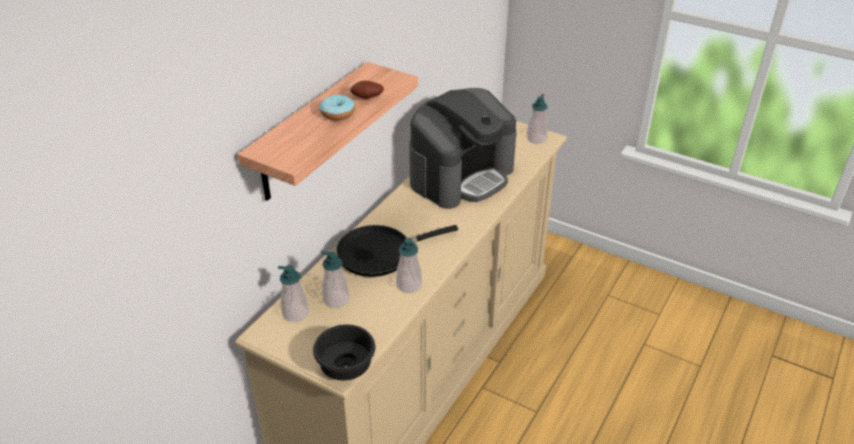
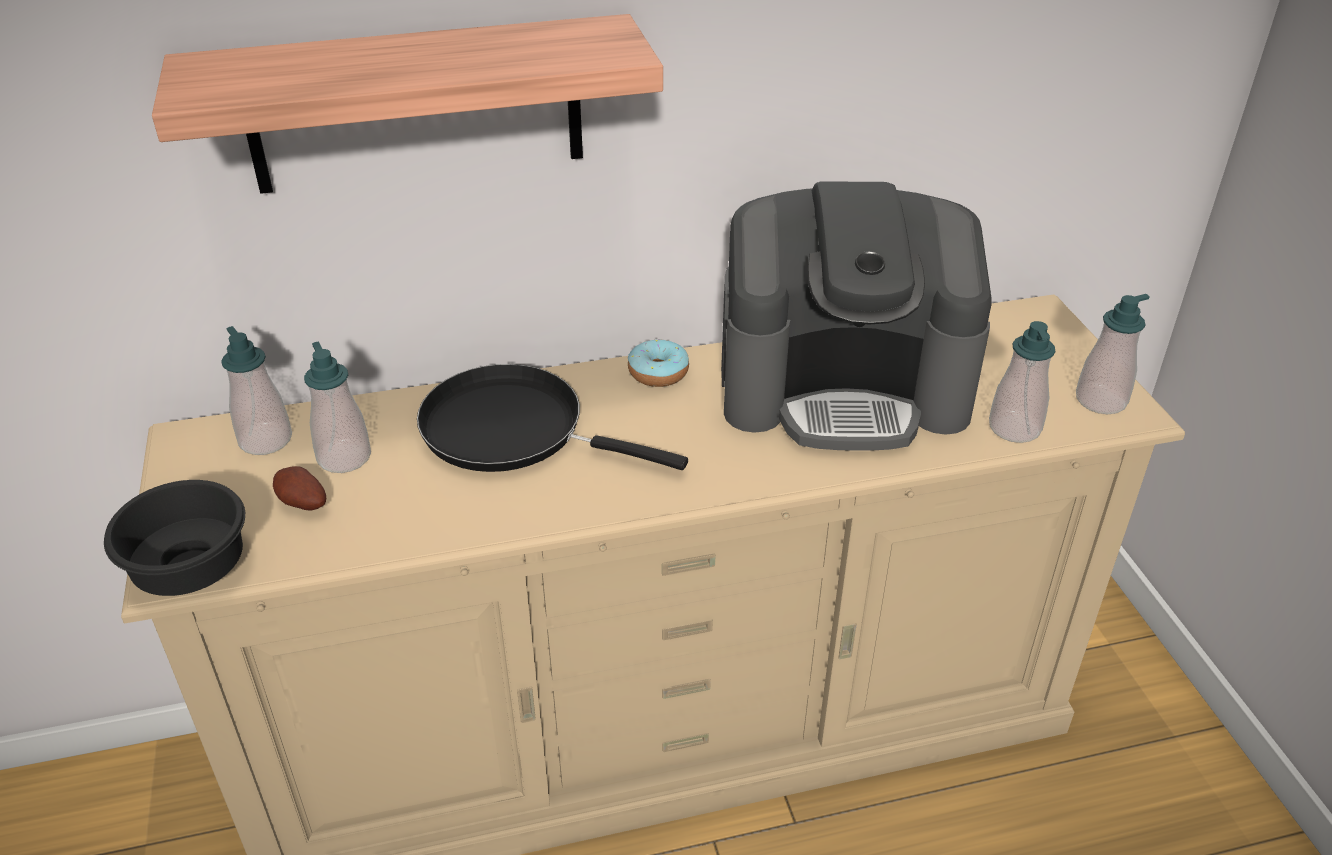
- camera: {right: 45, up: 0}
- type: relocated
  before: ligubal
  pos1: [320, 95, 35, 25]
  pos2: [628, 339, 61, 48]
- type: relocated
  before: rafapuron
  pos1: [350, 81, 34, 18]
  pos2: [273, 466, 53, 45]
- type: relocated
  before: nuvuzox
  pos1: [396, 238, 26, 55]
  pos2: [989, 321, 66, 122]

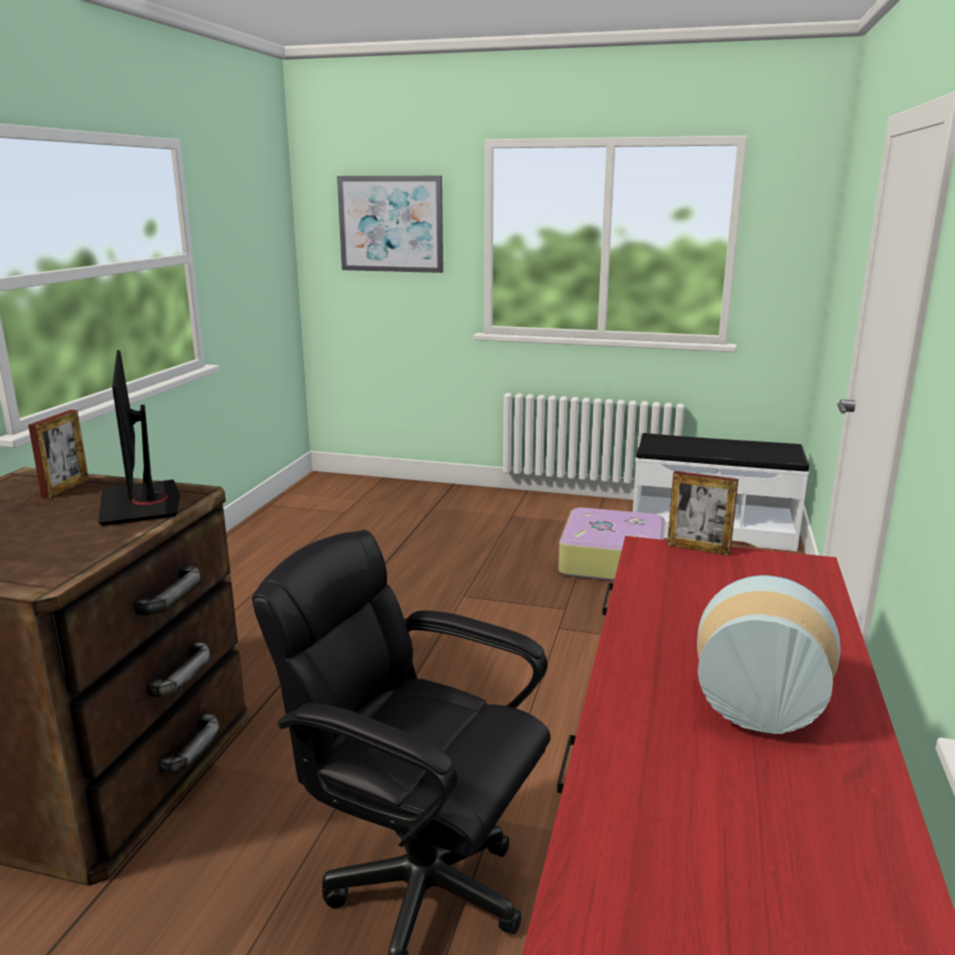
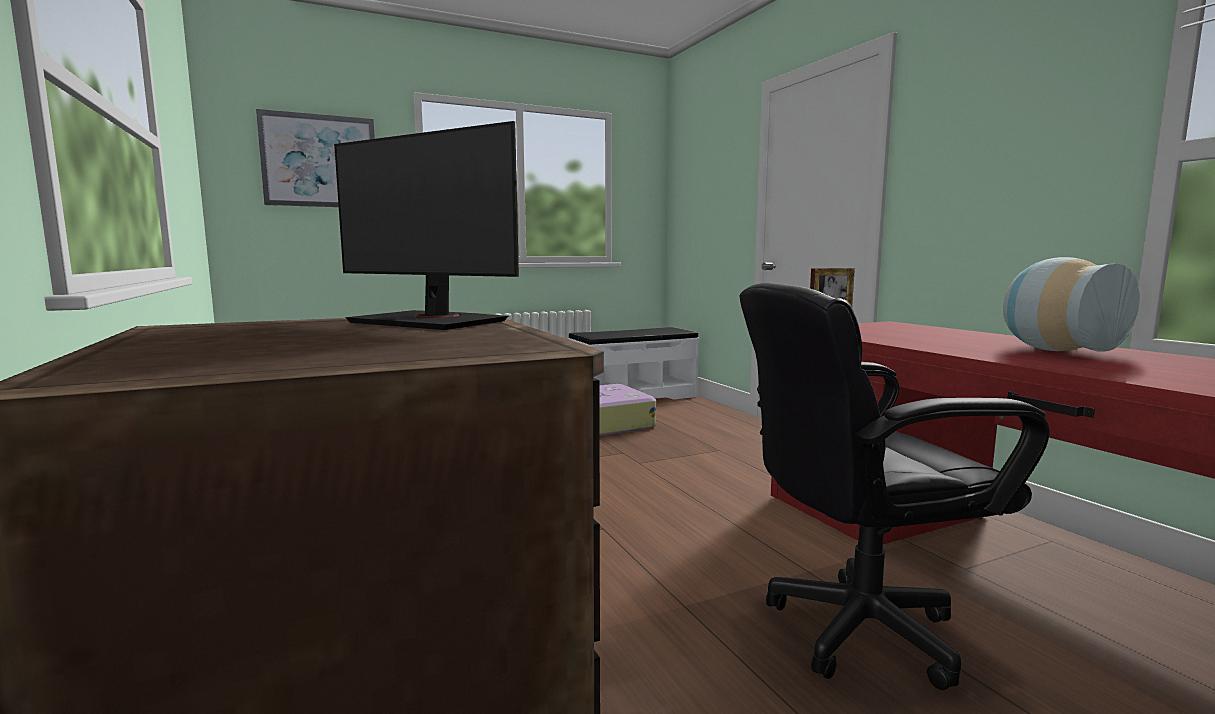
- camera: {right: -40, up: -10}
- type: missing
  before: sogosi
  pos1: [28, 410, 61, 89]

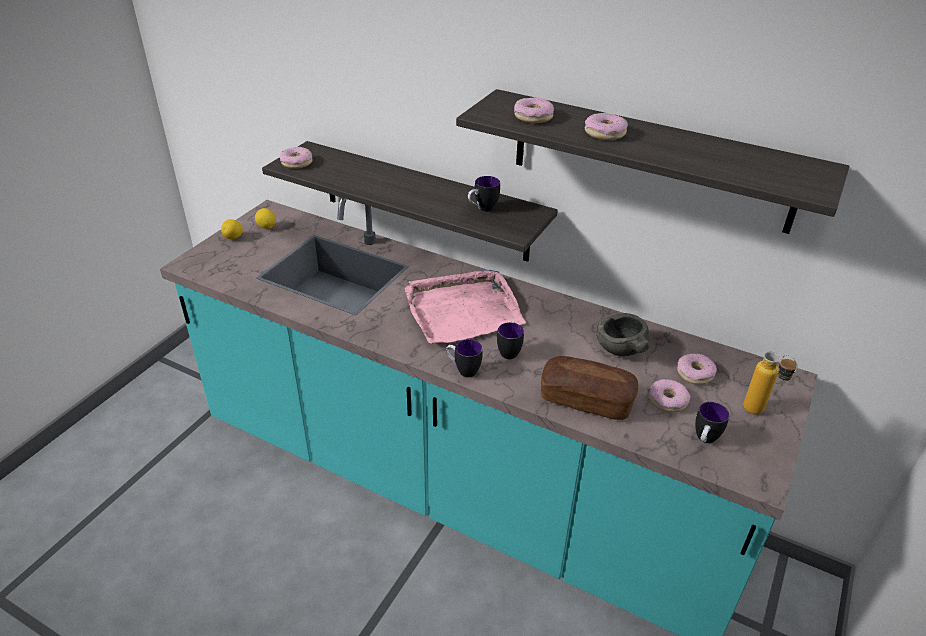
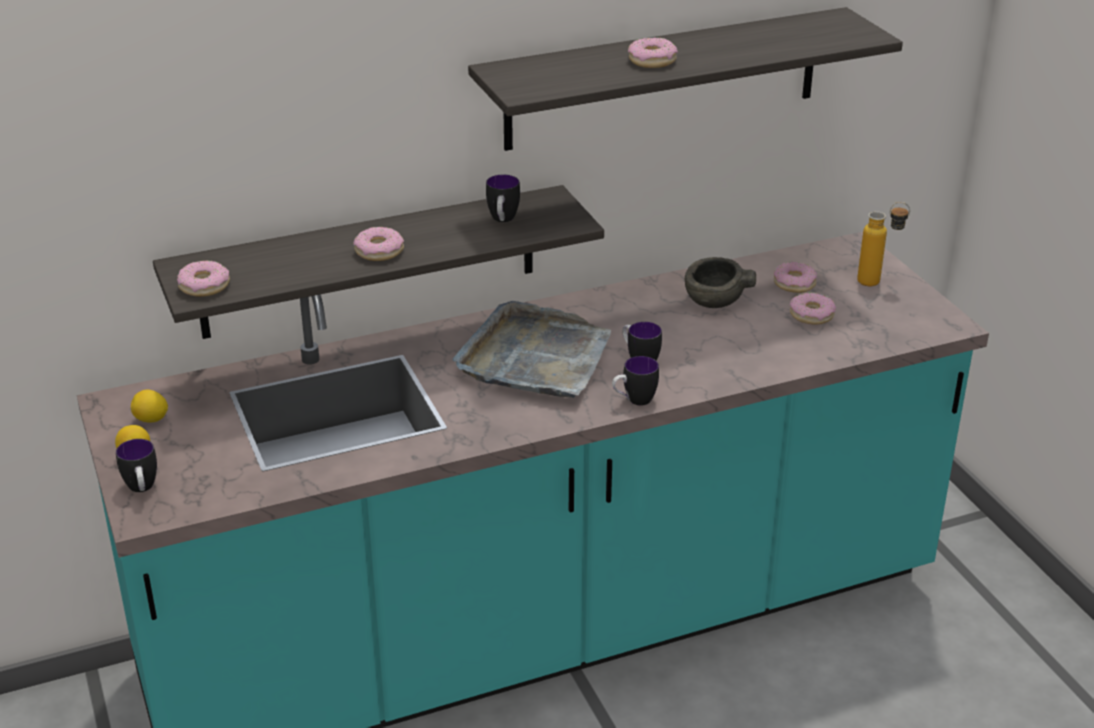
- camera: {right: -50, up: -5}
- type: missing
  before: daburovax
  pos1: [541, 356, 97, 64]
- type: relocated
  before: ligubal
  pos1: [514, 97, 40, 26]
  pos2: [353, 227, 51, 34]
- type: relocated
  before: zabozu
  pos1: [695, 402, 34, 41]
  pos2: [116, 439, 41, 53]
- type: colour
  before: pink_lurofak
  after: grey_lurofak
  pos1: [405, 269, 121, 75]
  pos2: [452, 301, 159, 97]

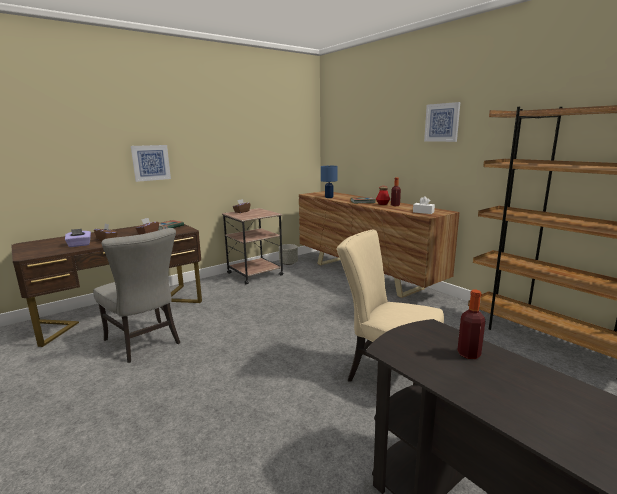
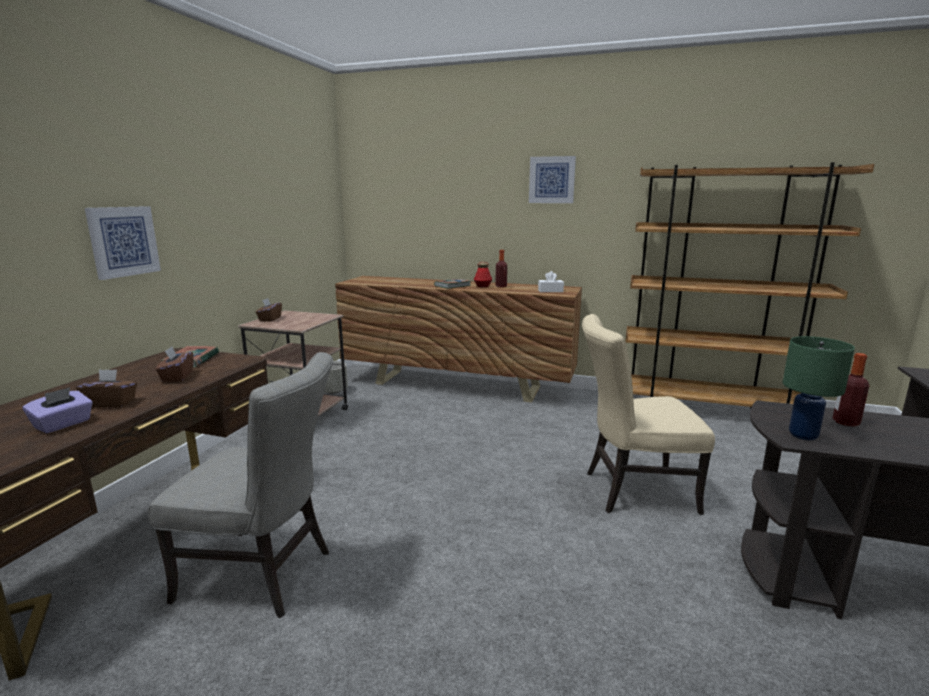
- camera: {right: -35, up: 0}
- type: missing
  before: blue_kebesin
  pos1: [321, 166, 17, 32]
- type: appeared
  after: green_kebesin
  pos2: [782, 336, 73, 104]

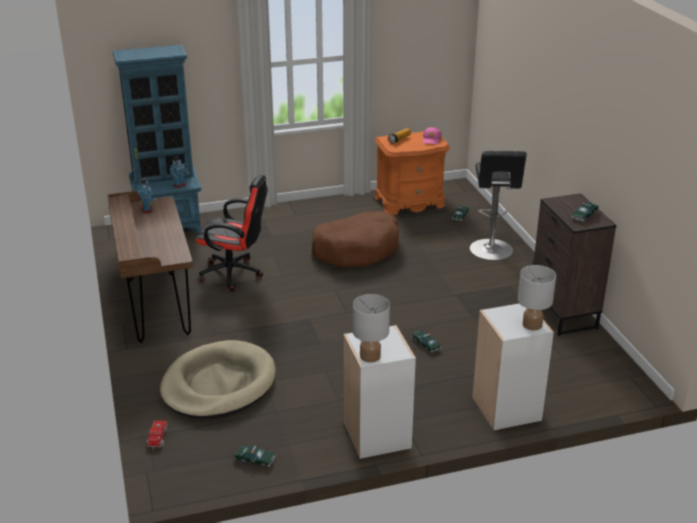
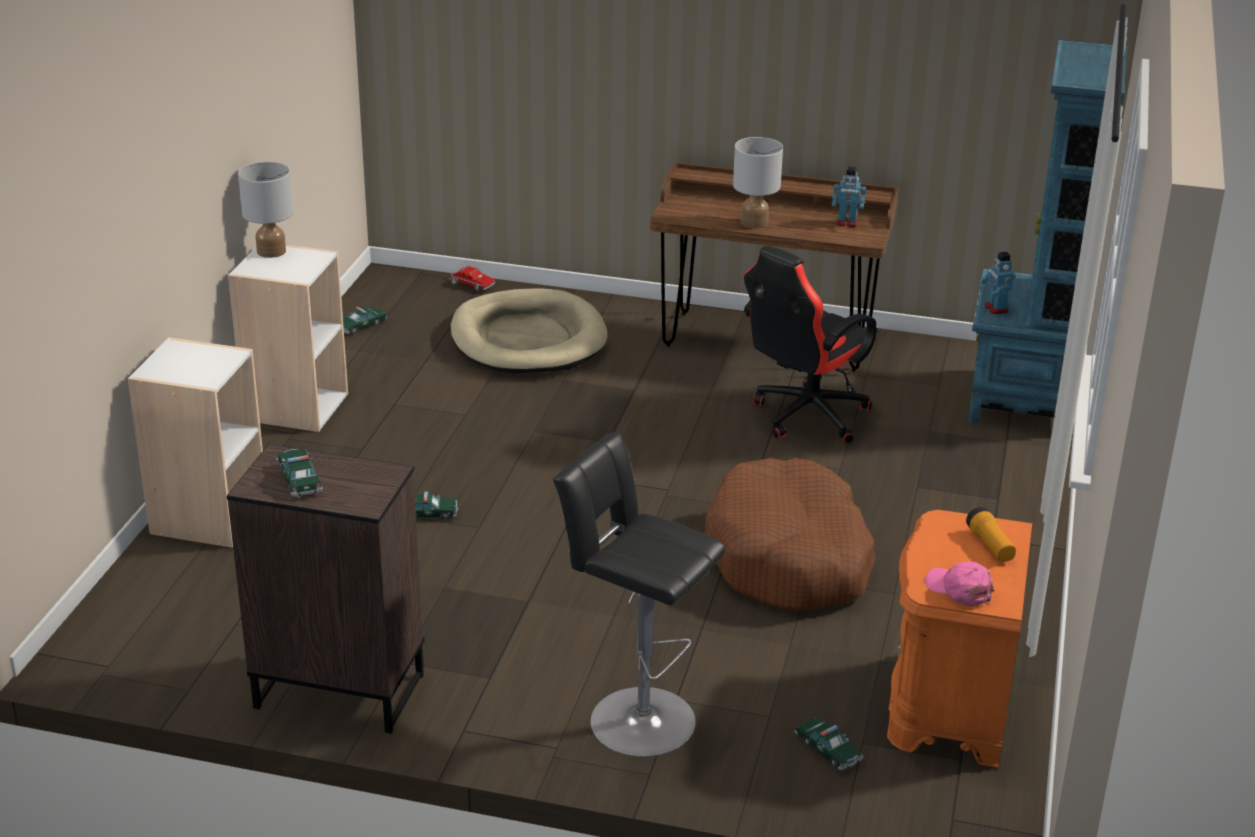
- camera: {right: 120, up: 0}
- type: relocated
  before: grey_kebesin
  pos1: [518, 265, 38, 65]
  pos2: [733, 137, 50, 91]

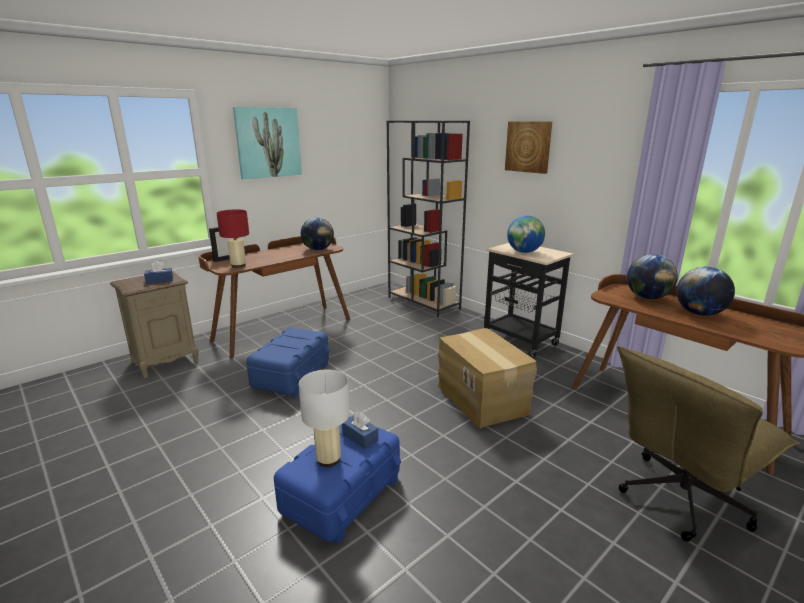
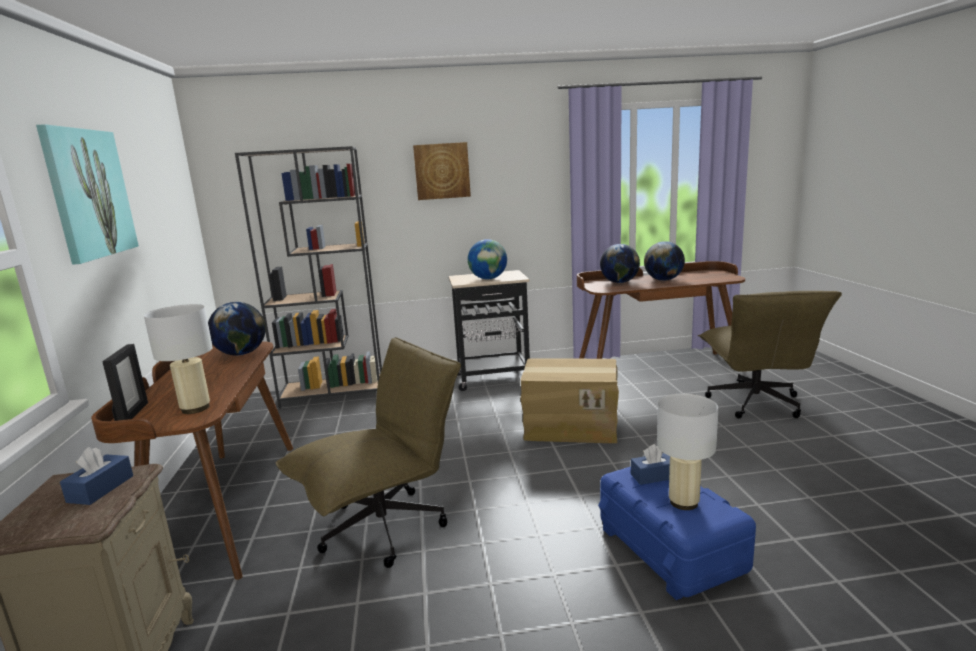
- camera: {right: -55, up: -5}
- type: exchanged
  before: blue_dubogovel
  after: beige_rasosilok
  pos1: [246, 328, 84, 69]
  pos2: [276, 337, 185, 231]
- type: colour
  before: red_kebesin
  after: white_kebesin
  pos1: [217, 210, 32, 58]
  pos2: [144, 304, 69, 110]

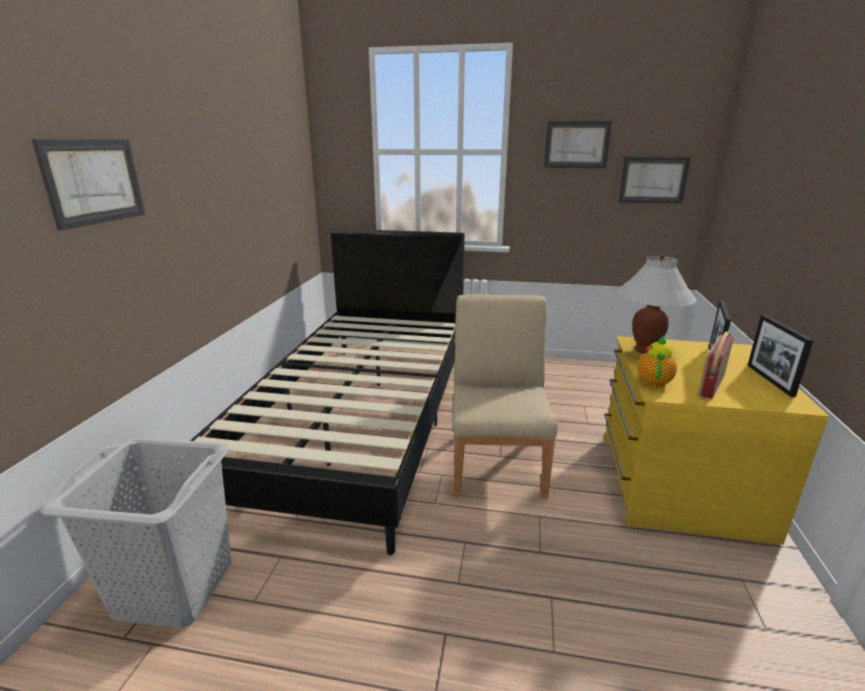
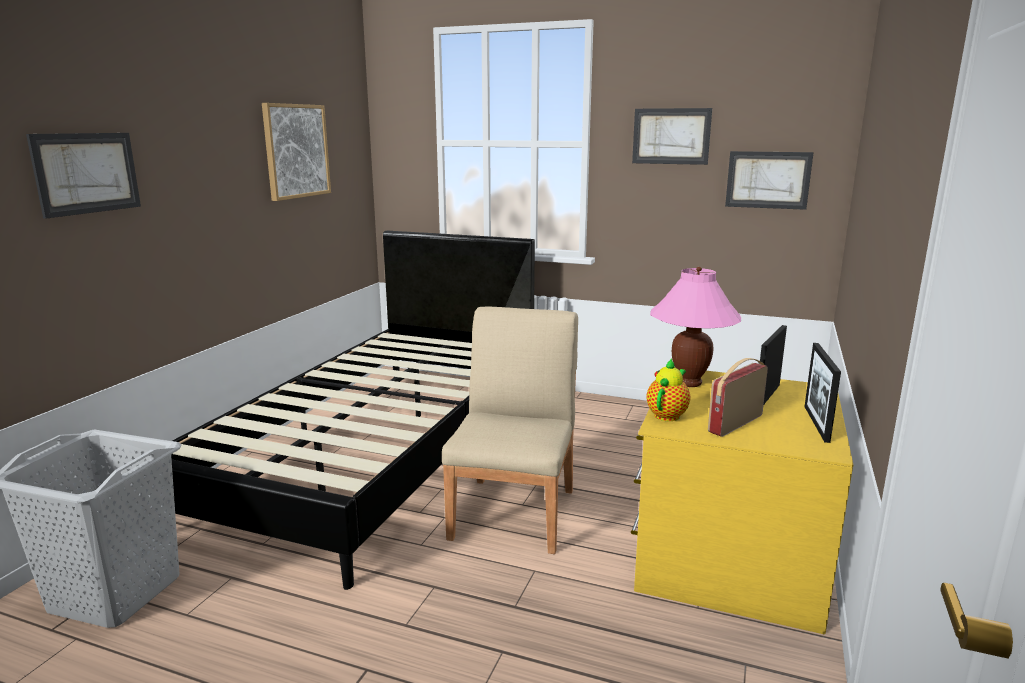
- camera: {right: 10, up: -5}
- type: appeared
  after: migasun
  pos2: [262, 103, 69, 98]
- type: colour
  before: white_kebesin
  after: pink_kebesin
  pos1: [616, 255, 81, 99]
  pos2: [650, 267, 91, 120]

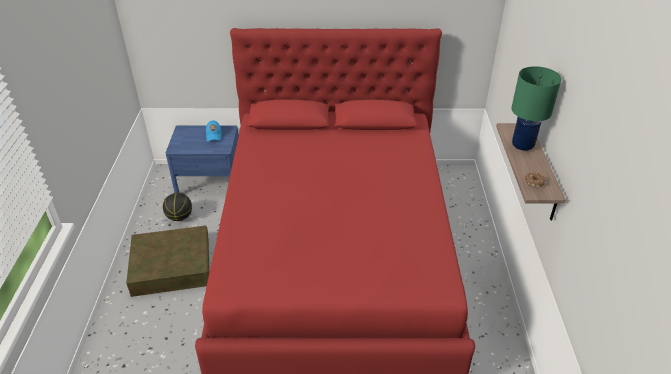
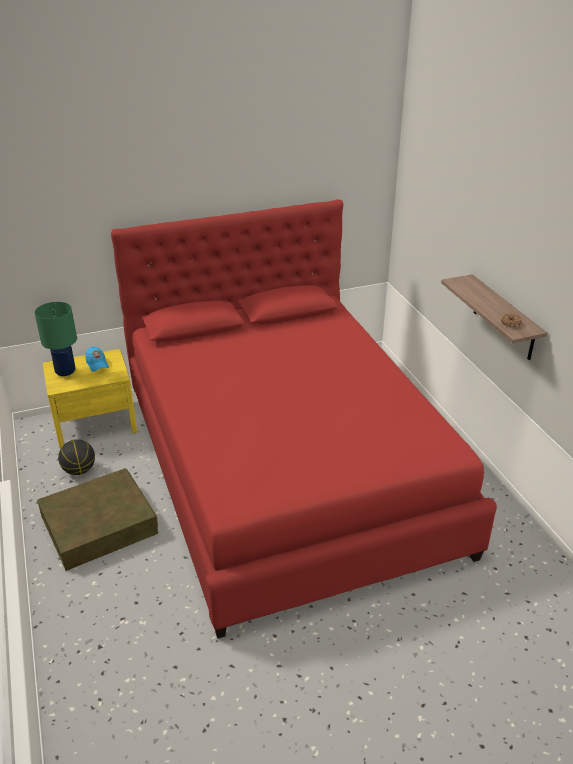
- camera: {right: -20, up: -5}
- type: relocated
  before: green_kebesin
  pos1: [511, 66, 51, 85]
  pos2: [34, 302, 43, 74]
- type: colour
  before: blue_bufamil
  after: yellow_bufamil
  pos1: [166, 125, 73, 68]
  pos2: [43, 349, 94, 100]

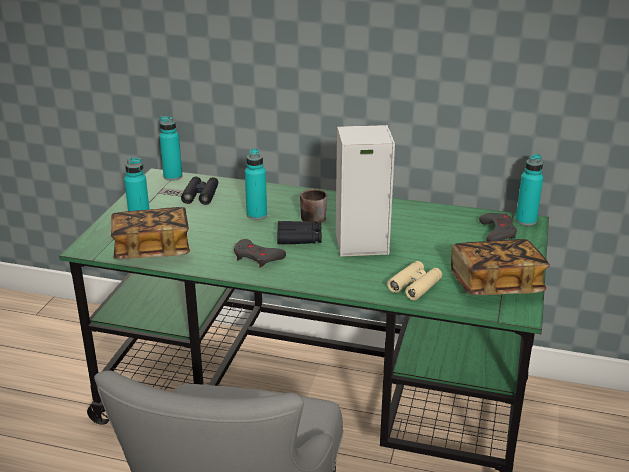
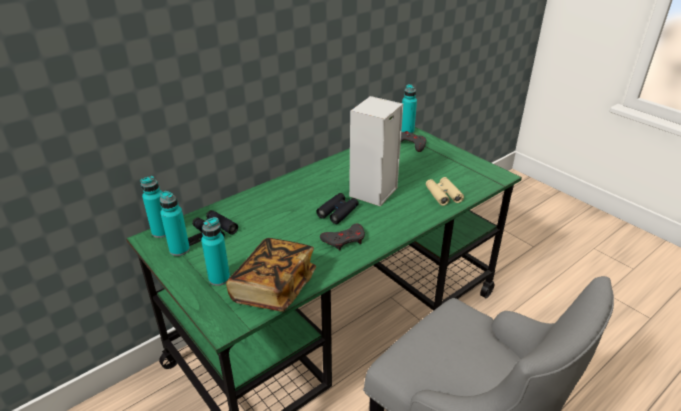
- camera: {right: -55, up: 5}
- type: missing
  before: brown_zabozu
  pos1: [300, 188, 27, 35]
- type: missing
  before: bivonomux
  pos1: [451, 239, 99, 56]
- type: relocated
  before: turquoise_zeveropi
  pos1: [245, 148, 22, 72]
  pos2: [160, 191, 30, 65]

